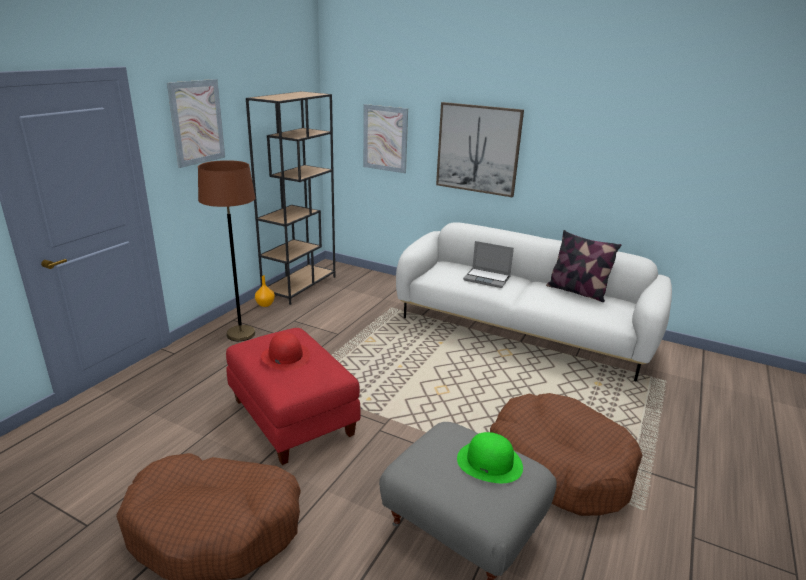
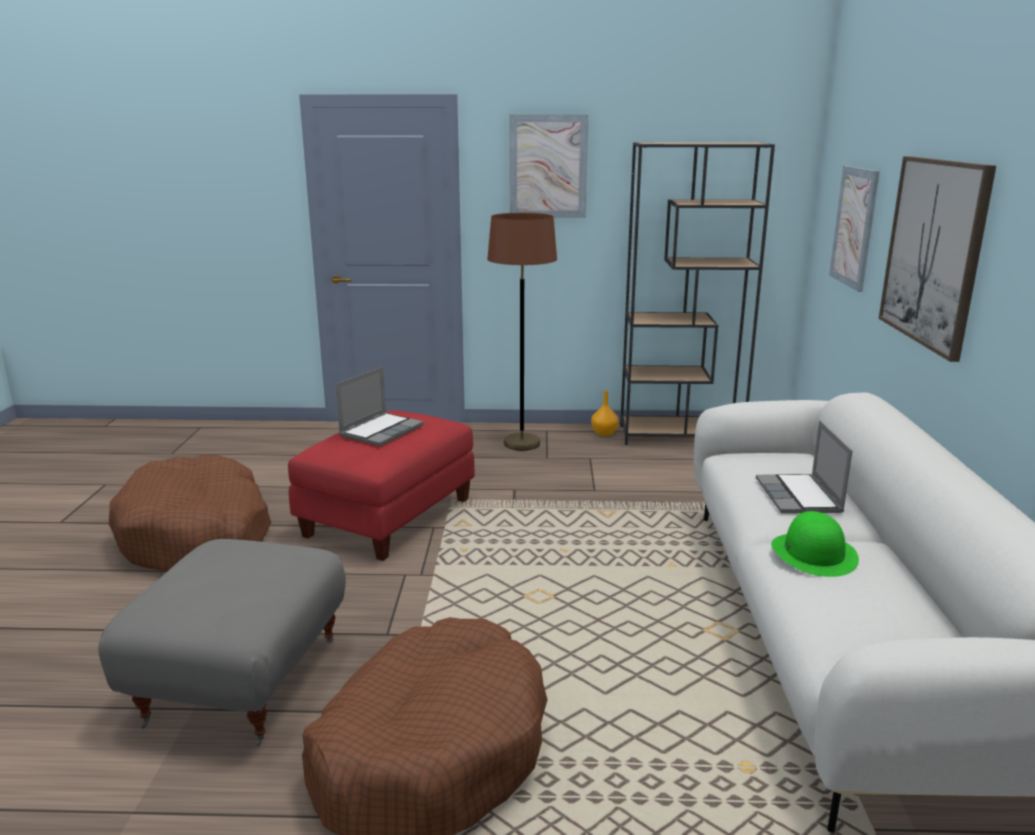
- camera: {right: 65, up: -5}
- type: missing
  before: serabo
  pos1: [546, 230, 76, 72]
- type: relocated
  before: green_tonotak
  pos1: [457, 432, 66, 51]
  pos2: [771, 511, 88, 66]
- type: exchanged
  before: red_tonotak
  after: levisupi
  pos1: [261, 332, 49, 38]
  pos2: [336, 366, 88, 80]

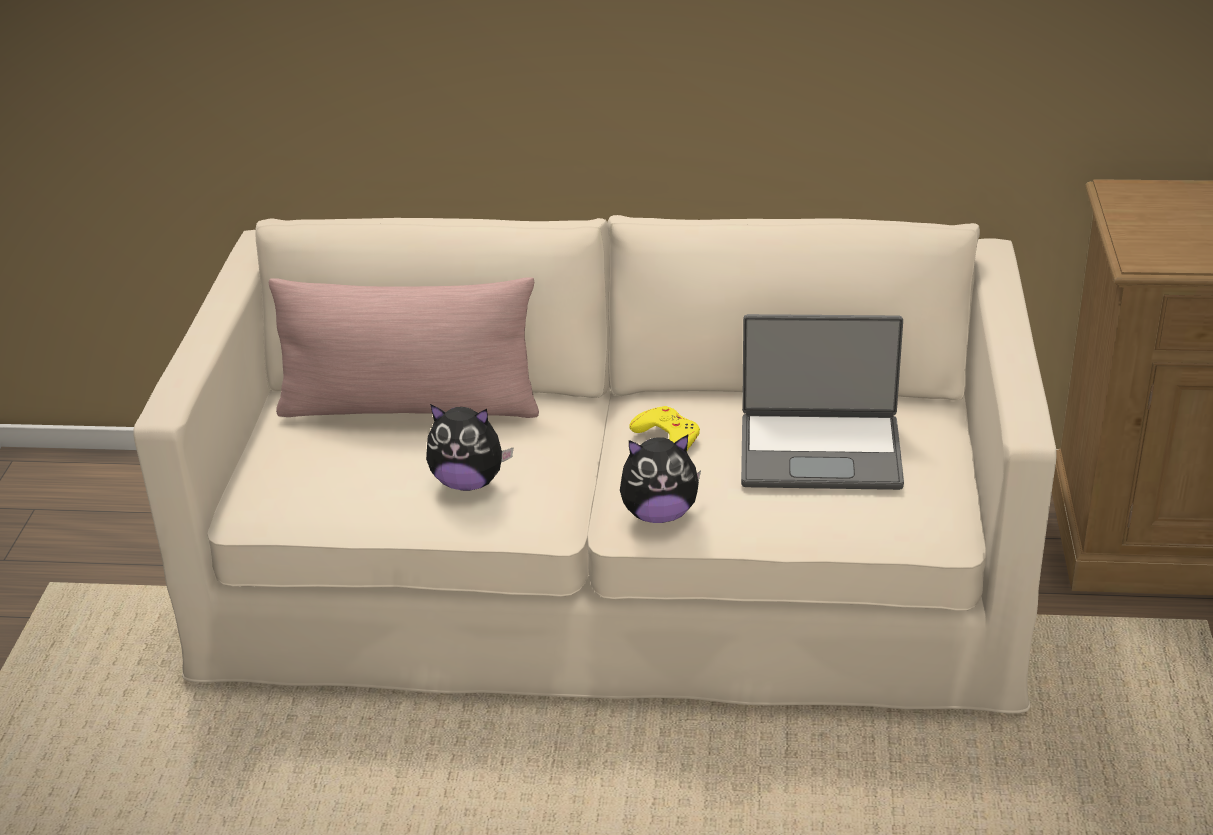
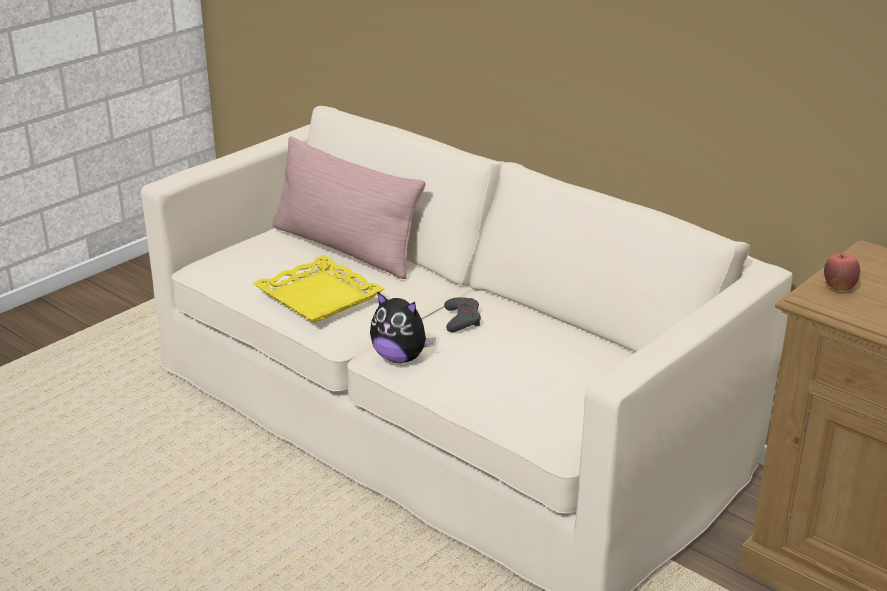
- camera: {right: 35, up: -5}
- type: missing
  before: levisupi
  pos1: [741, 314, 163, 176]
- type: appeared
  after: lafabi
  pos2: [824, 253, 36, 38]
- type: exchanged
  before: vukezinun
  after: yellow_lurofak
  pos1: [426, 404, 88, 87]
  pos2: [253, 255, 132, 68]
- type: colour
  before: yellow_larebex
  after: grey_larebex
  pos1: [629, 406, 71, 44]
  pos2: [444, 297, 37, 35]

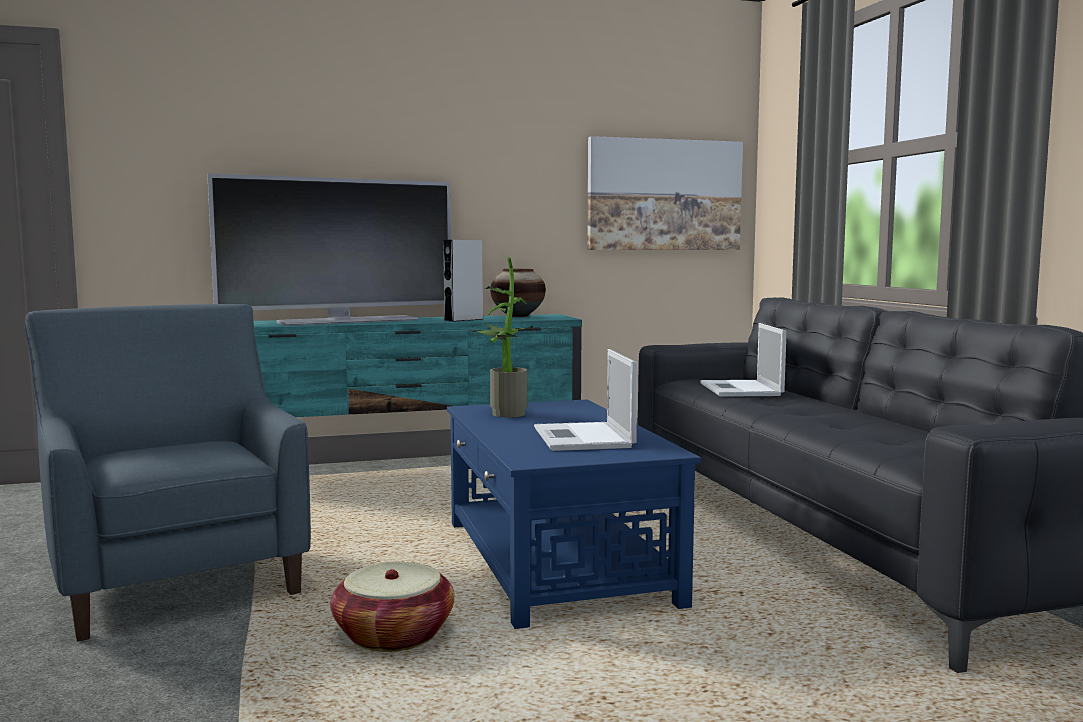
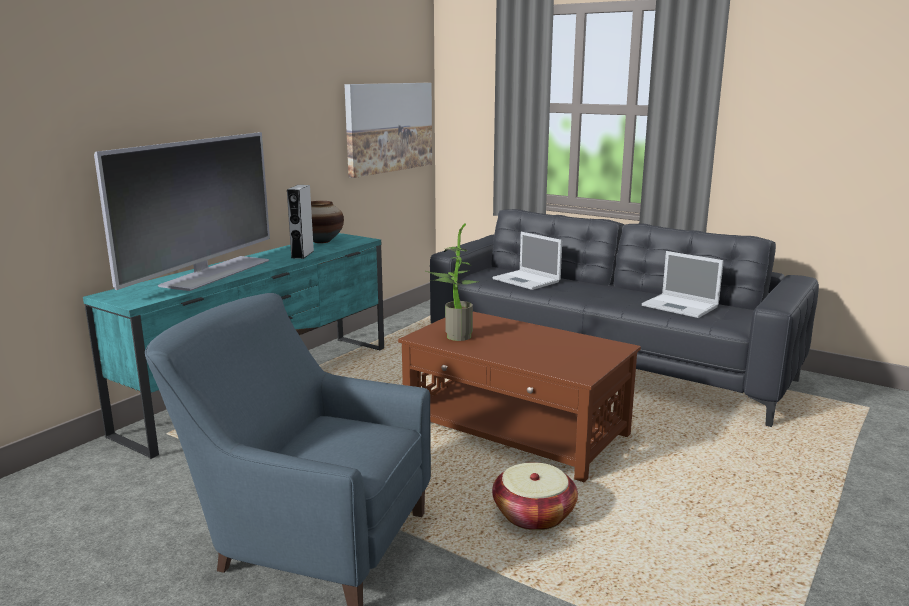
- camera: {right: -40, up: 10}
- type: relocated
  before: levisupi
  pos1: [534, 349, 103, 102]
  pos2: [642, 251, 82, 67]
- type: colour
  before: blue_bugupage
  after: brown_bugupage
  pos1: [447, 400, 254, 229]
  pos2: [398, 312, 243, 170]

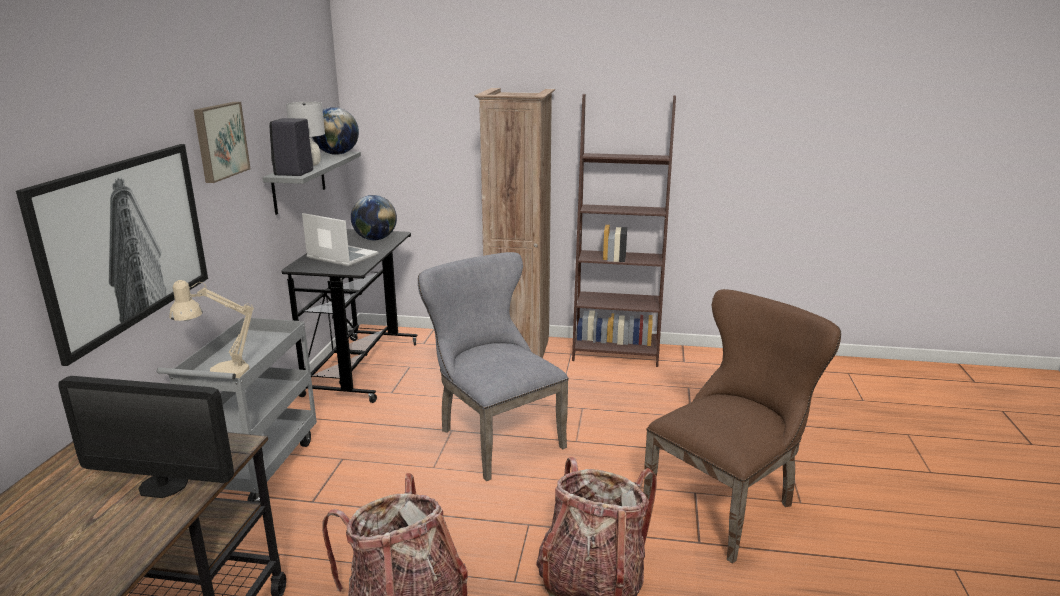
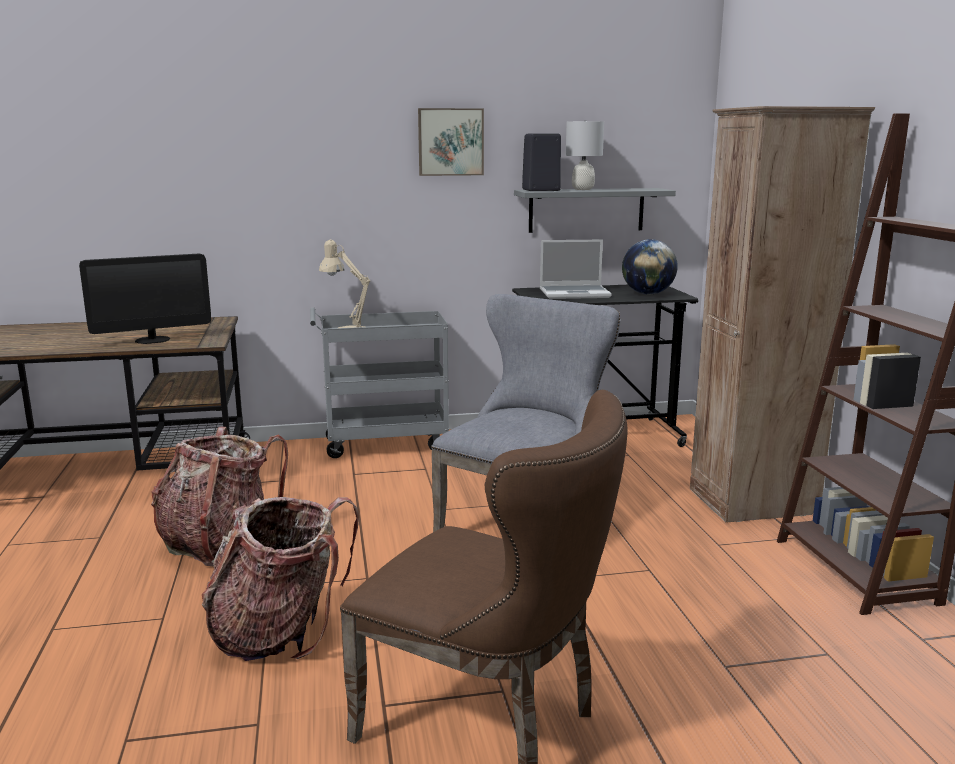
- camera: {right: 70, up: -5}
- type: missing
  before: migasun
  pos1: [16, 144, 192, 222]
- type: missing
  before: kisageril
  pos1: [312, 107, 47, 48]
- type: spun
  before: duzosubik
  pos1: [58, 376, 176, 122]
  pos2: [79, 254, 132, 90]
  turn: -105
- type: spun
  before: levisupi
  pos1: [302, 213, 76, 54]
  pos2: [540, 240, 72, 59]
  turn: 75

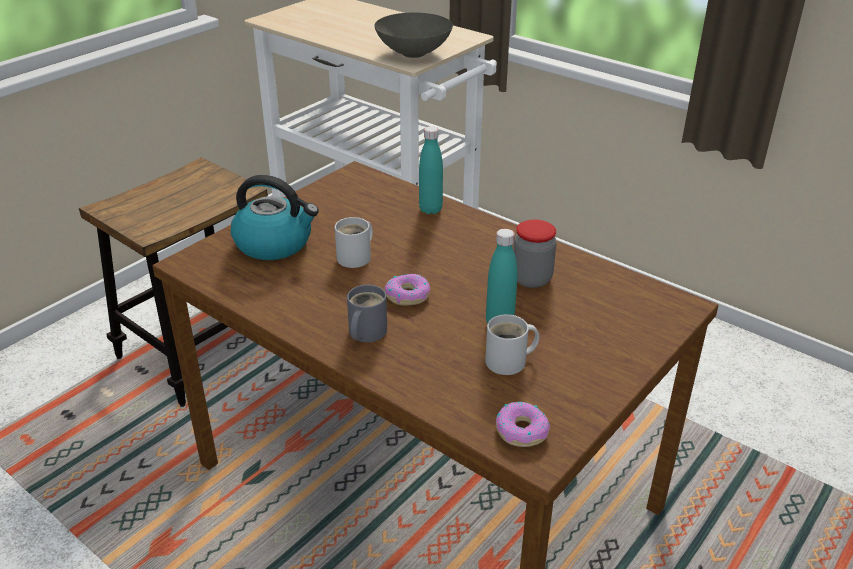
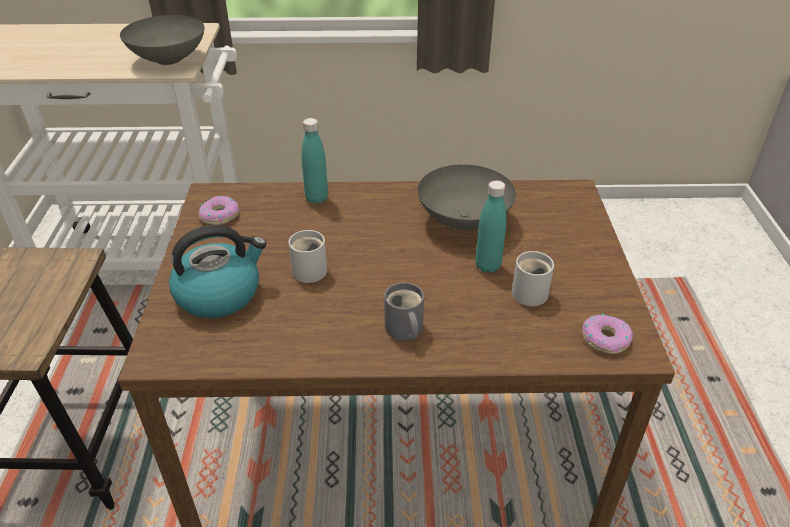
- camera: {right: -40, up: 5}
- type: relocated
  before: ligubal
  pos1: [384, 274, 46, 32]
  pos2: [198, 196, 41, 29]
- type: exchanged
  before: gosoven
  after: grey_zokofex
  pos1: [513, 220, 44, 68]
  pos2: [417, 164, 99, 66]

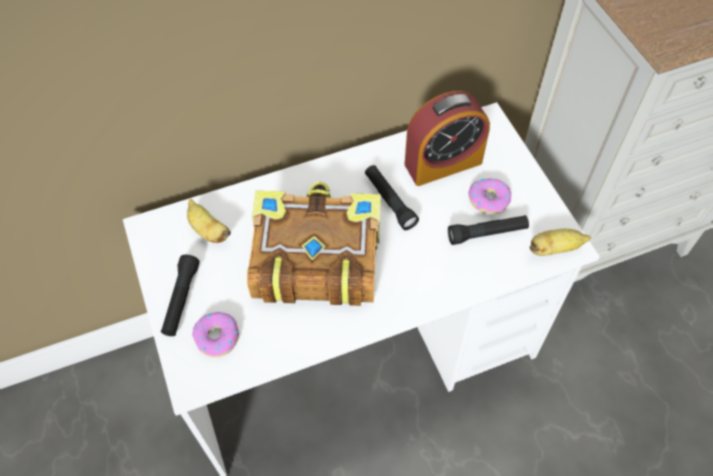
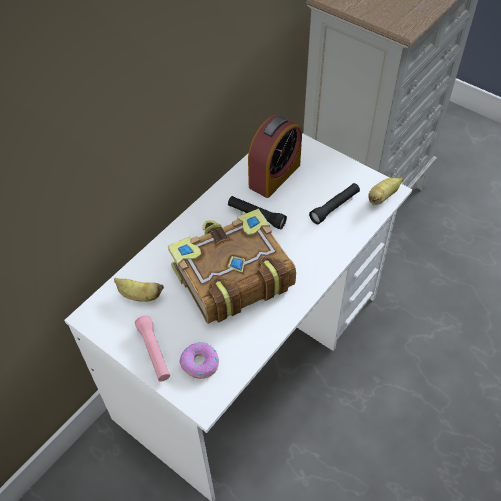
- camera: {right: -30, up: -5}
- type: missing
  before: ligubal
  pos1: [468, 178, 43, 36]
- type: colour
  before: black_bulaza
  after: pink_bulaza
  pos1: [161, 255, 39, 81]
  pos2: [135, 315, 35, 66]

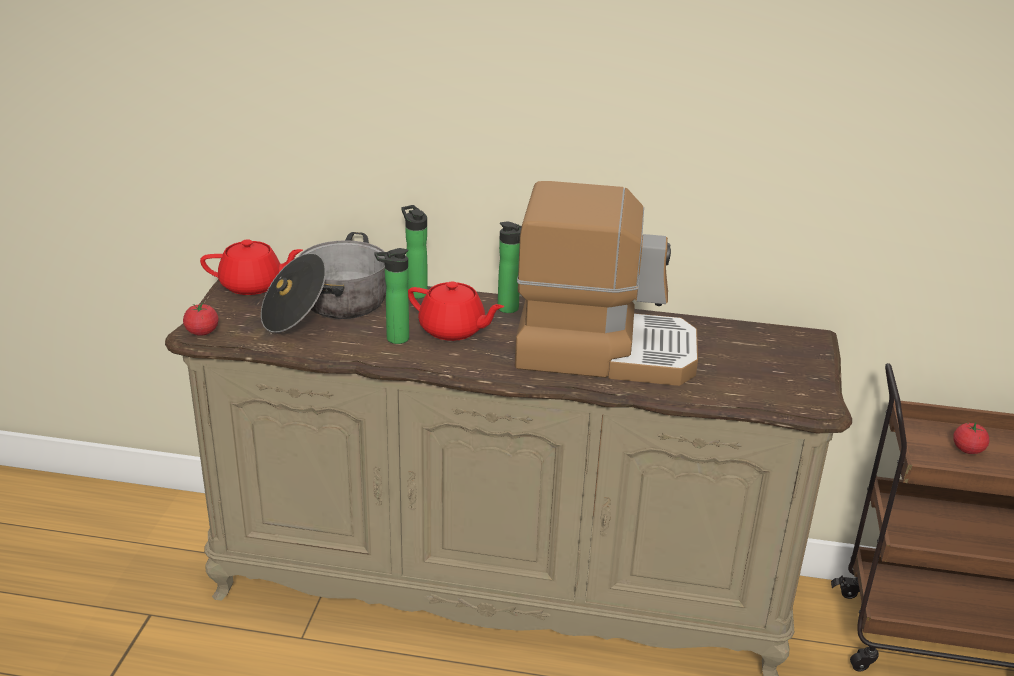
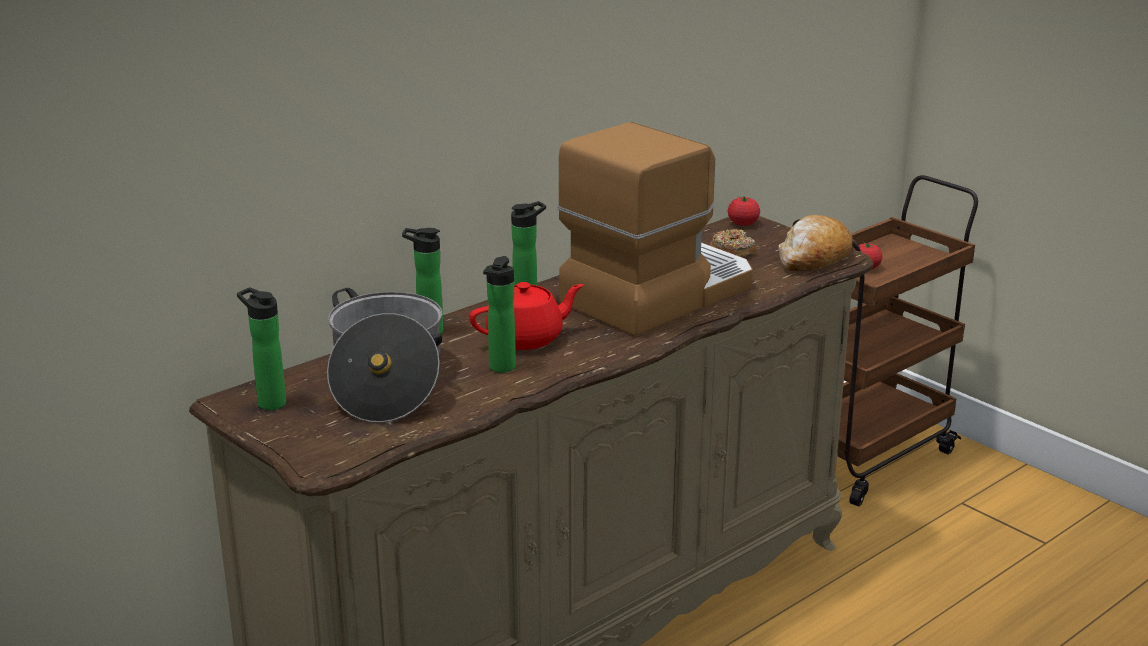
- camera: {right: -50, up: -5}
- type: appeared
  after: ligubal
  pos2: [710, 229, 45, 29]
- type: appeared
  after: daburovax
  pos2: [779, 215, 74, 56]
- type: relocated
  before: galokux
  pos1: [183, 303, 36, 33]
  pos2: [728, 196, 32, 30]
- type: exchanged
  before: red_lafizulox
  after: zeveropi
  pos1: [200, 239, 103, 56]
  pos2: [237, 287, 49, 123]

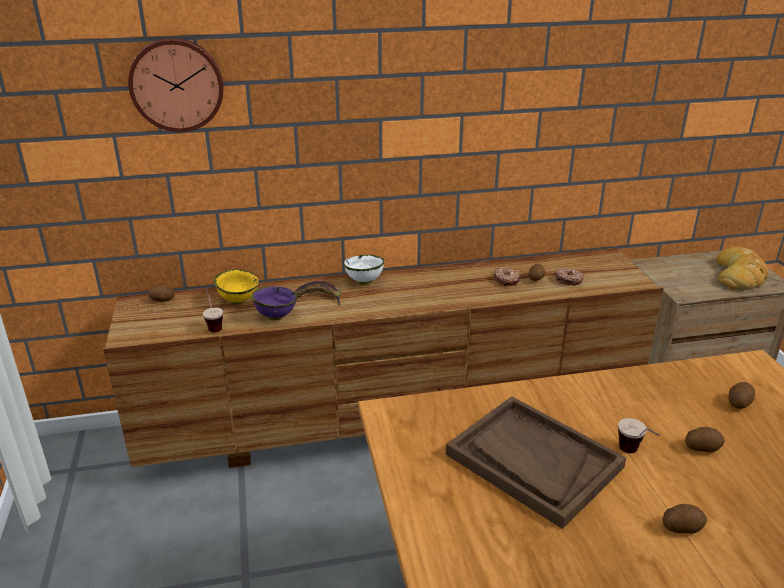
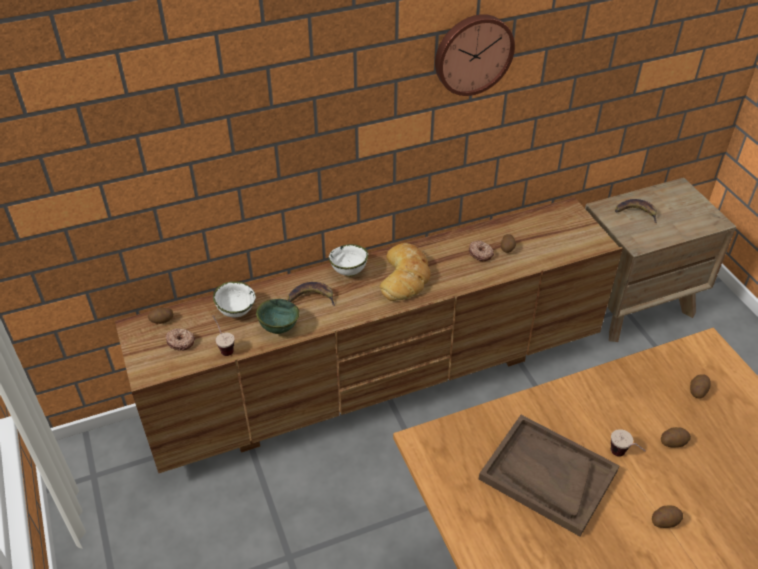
- camera: {right: -10, up: 15}
- type: appeared
  after: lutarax
  pos2: [615, 199, 42, 24]
- type: relocated
  before: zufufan
  pos1: [128, 38, 95, 94]
  pos2: [435, 14, 80, 82]
- type: relocated
  before: ligubal
  pos1: [555, 268, 29, 17]
  pos2: [165, 328, 30, 23]
- type: relocated
  before: daburovax
  pos1: [717, 247, 51, 42]
  pos2: [380, 243, 50, 58]
- type: colour
  before: yellow_zokofex
  after: white_zokofex
  pos1: [214, 269, 45, 35]
  pos2: [213, 282, 43, 35]
- type: colour
  before: purple_zokofex
  after: green_zokofex
  pos1: [251, 287, 47, 33]
  pos2: [256, 299, 43, 35]

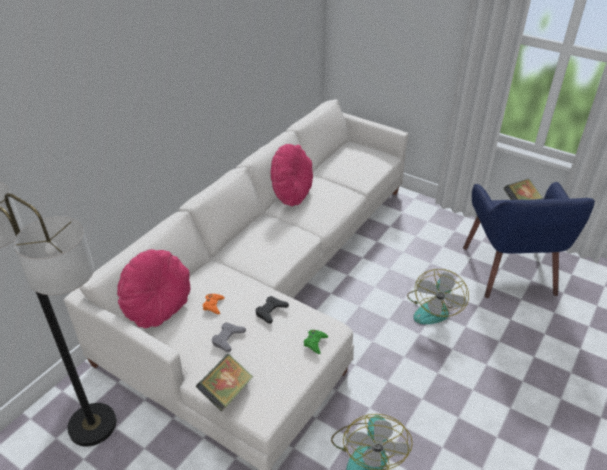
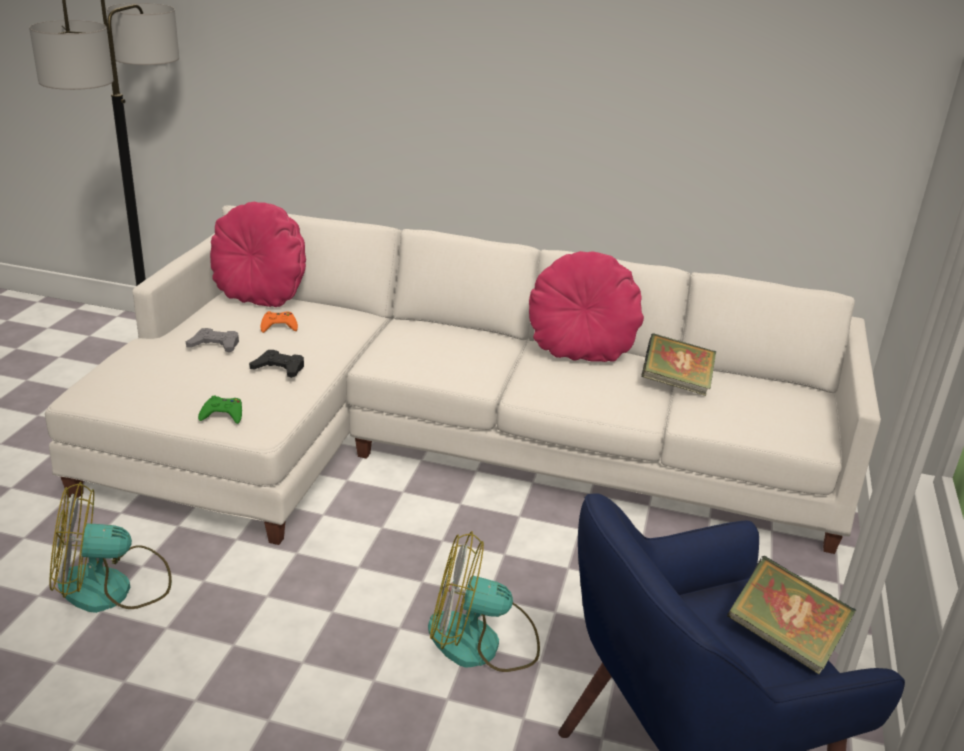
- camera: {right: 70, up: -10}
- type: relocated
  before: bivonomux
  pos1: [196, 354, 57, 58]
  pos2: [641, 333, 75, 63]

